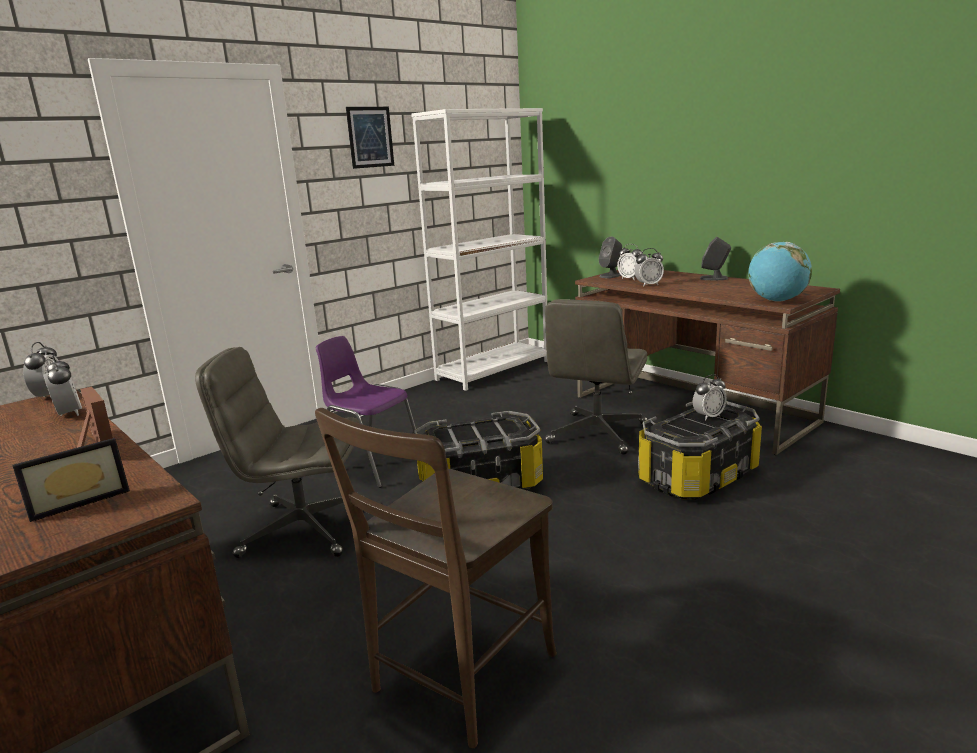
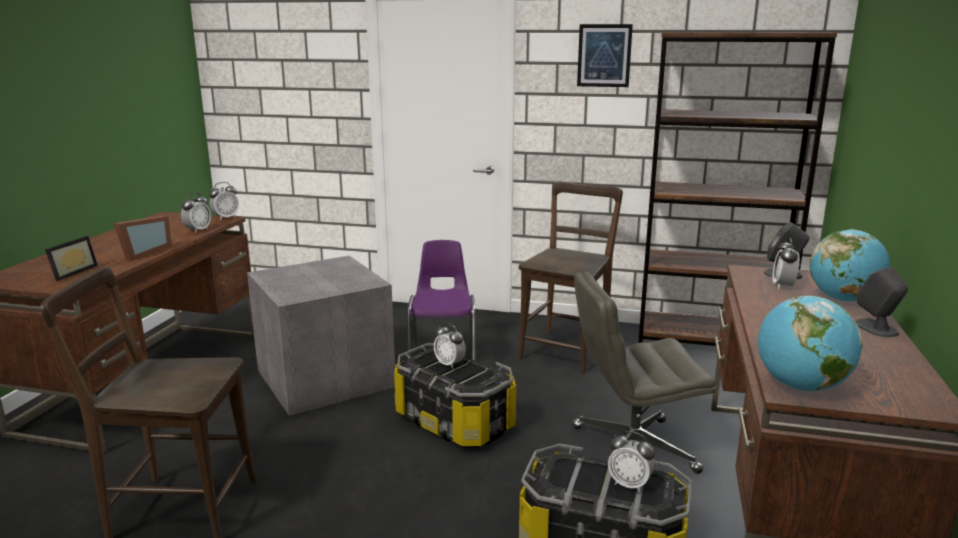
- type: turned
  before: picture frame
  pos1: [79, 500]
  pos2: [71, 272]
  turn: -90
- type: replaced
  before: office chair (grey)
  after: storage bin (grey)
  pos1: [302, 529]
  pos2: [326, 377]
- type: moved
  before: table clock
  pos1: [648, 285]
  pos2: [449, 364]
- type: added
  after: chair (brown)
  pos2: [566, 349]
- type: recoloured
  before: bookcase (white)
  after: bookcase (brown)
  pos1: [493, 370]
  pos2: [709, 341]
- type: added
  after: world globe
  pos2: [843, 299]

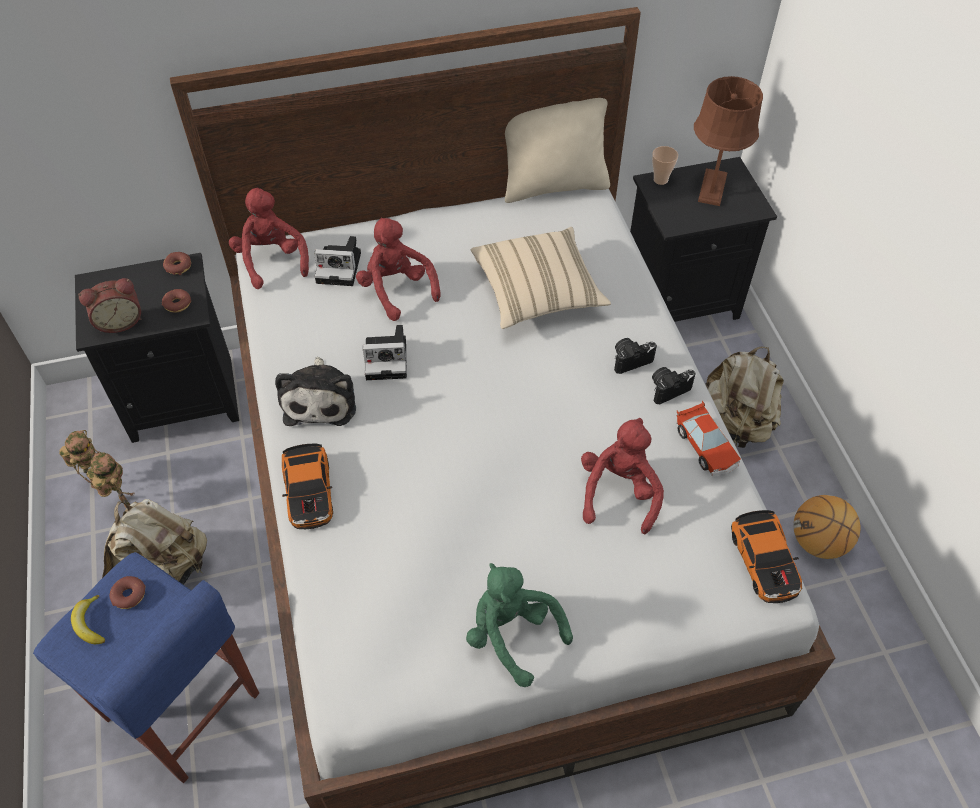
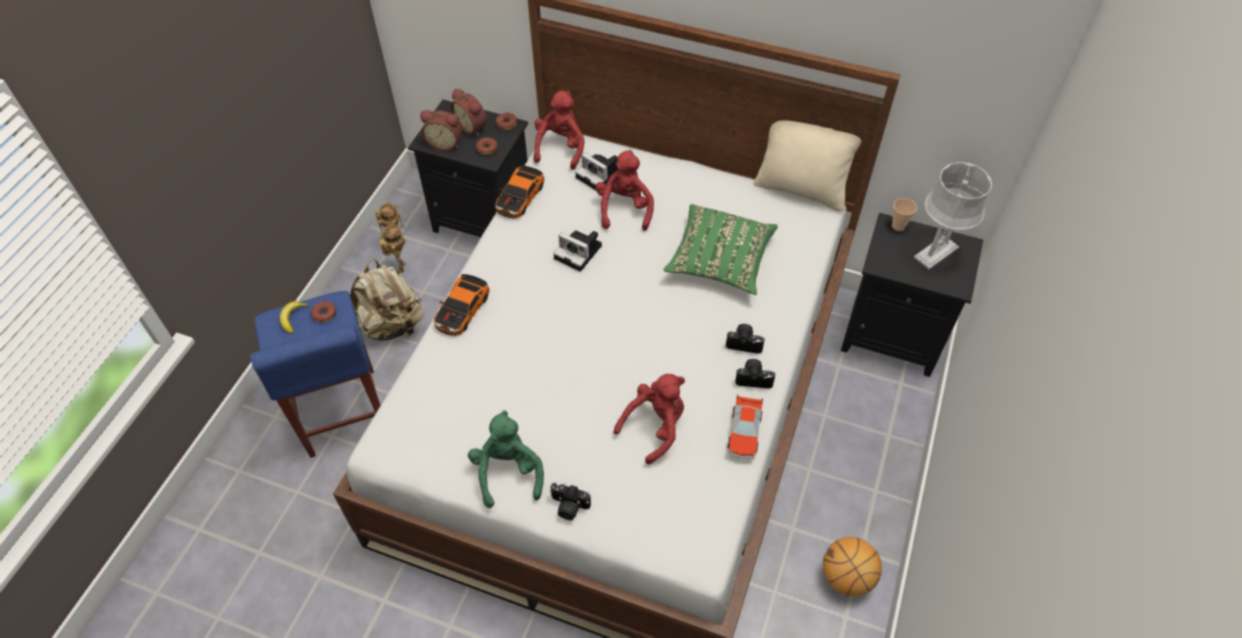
- type: added
  after: table clock
  pos2: [472, 126]
- type: moved
  before: model car
  pos1: [766, 561]
  pos2: [520, 197]
- type: added
  after: photo camera
  pos2: [568, 507]
- type: recoloured
  before: cushion (beige)
  after: cushion (greenish)
  pos1: [537, 292]
  pos2: [720, 260]
- type: recoloured
  before: lamp for a table (brown)
  after: lamp for a table (grey)
  pos1: [712, 188]
  pos2: [936, 253]
- type: removed
  before: soft toy
  pos1: [320, 399]
- type: removed
  before: rucksack (beige)
  pos1: [734, 424]

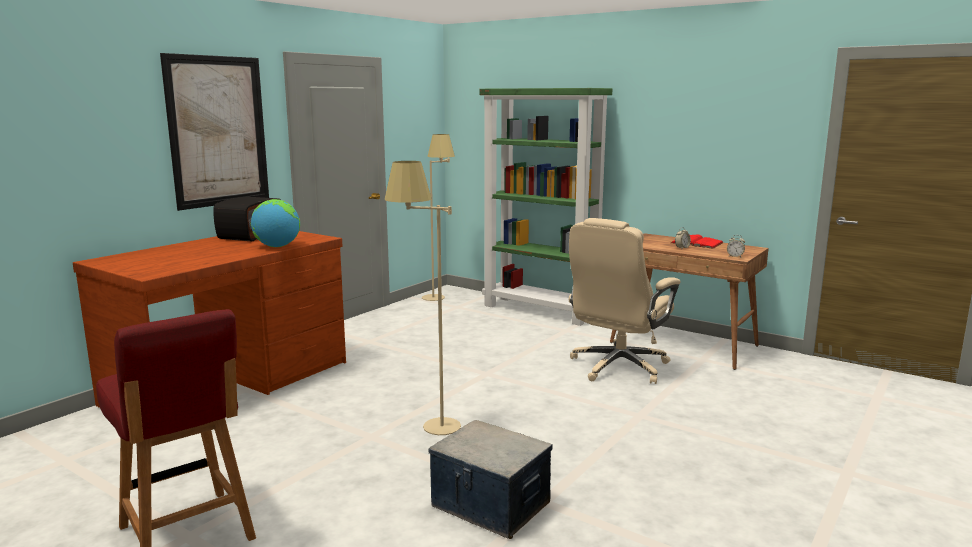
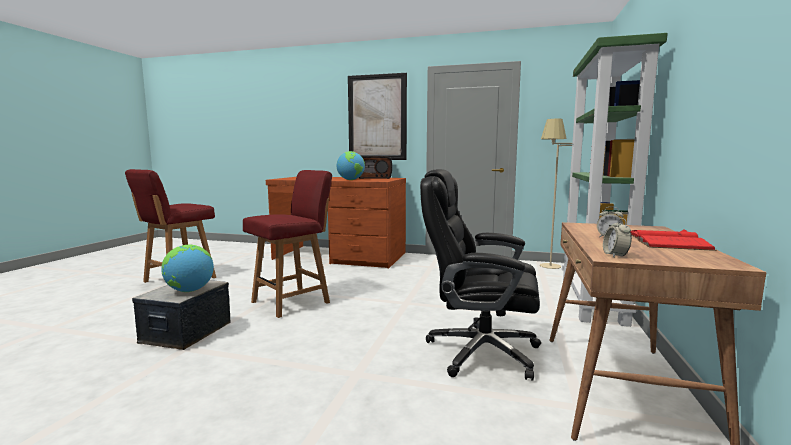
- type: added
  after: world globe
  pos2: [189, 291]
- type: replaced
  before: floor lamp (beige)
  after: chair (red-coloured)
  pos1: [428, 432]
  pos2: [292, 302]
- type: recoloured
  before: office chair (beige)
  after: office chair (black)
  pos1: [618, 367]
  pos2: [479, 352]

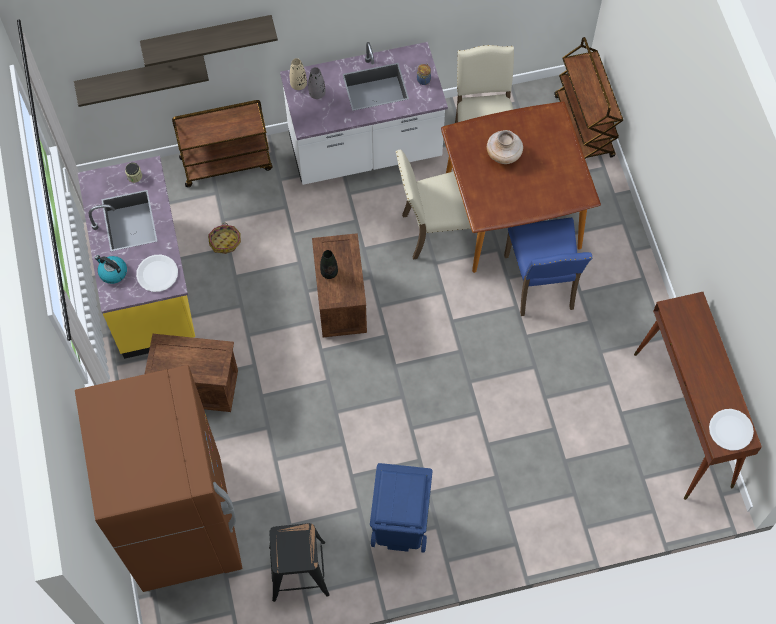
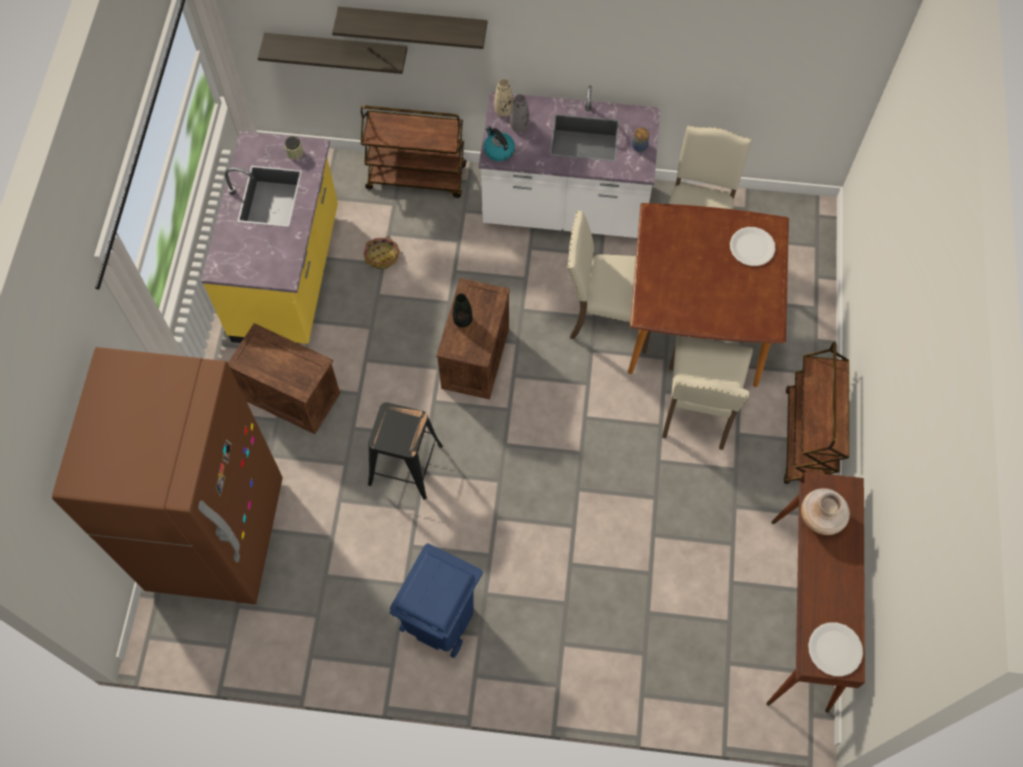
- type: moved
  before: stool seat (black)
  pos1: [298, 571]
  pos2: [404, 464]
- type: moved
  before: water kettle
  pos1: [112, 272]
  pos2: [498, 150]
- type: recoloured
  before: chair (blue-coloured)
  after: chair (beige)
  pos1: [541, 283]
  pos2: [698, 410]
- type: moved
  before: plate (white)
  pos1: [157, 273]
  pos2: [752, 247]
- type: moved
  before: wheeled cart (brown)
  pos1: [584, 127]
  pos2: [807, 439]
- type: moved
  before: decorative vase (beige)
  pos1: [504, 155]
  pos2: [821, 518]

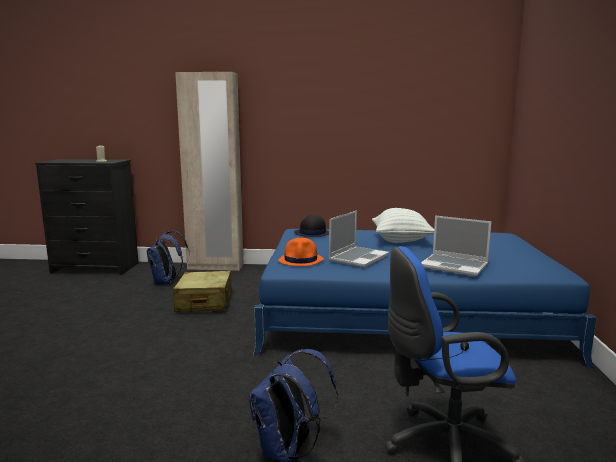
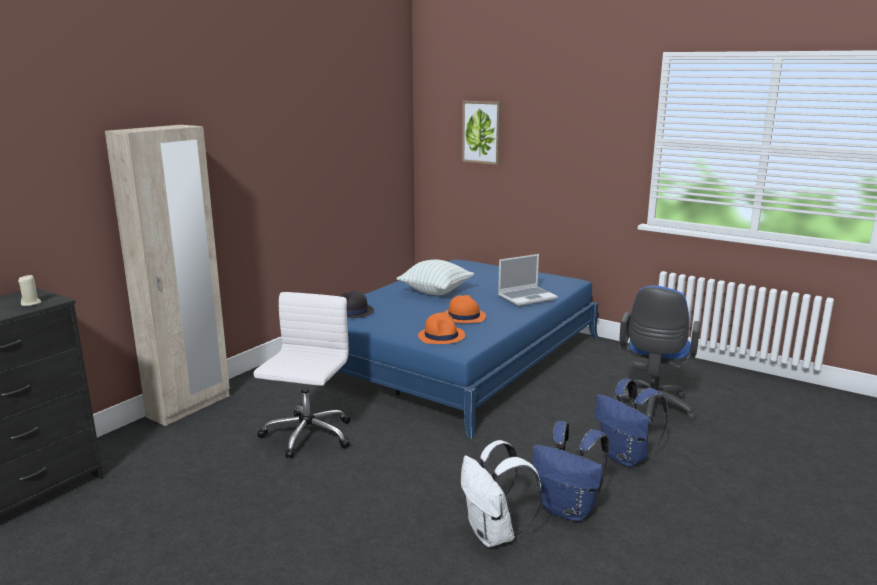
- type: replaced
  before: piece of luggage (beige)
  after: office chair (white)
  pos1: [204, 302]
  pos2: [307, 436]
- type: replaced
  before: laptop
  after: clothing hat (orangey)
  pos1: [358, 258]
  pos2: [463, 316]
- type: added
  after: rucksack (white)
  pos2: [494, 535]
- type: added
  after: picture
  pos2: [481, 132]
- type: moved
  before: rucksack (blue-coloured)
  pos1: [167, 282]
  pos2: [568, 510]

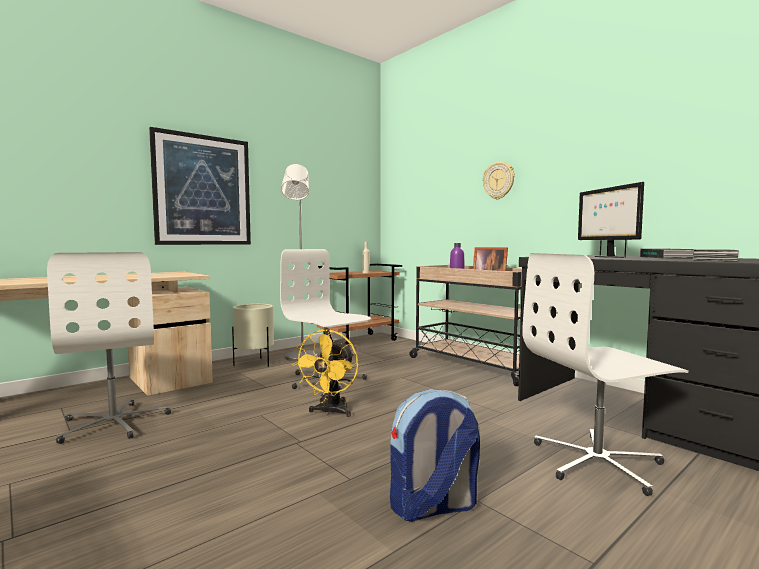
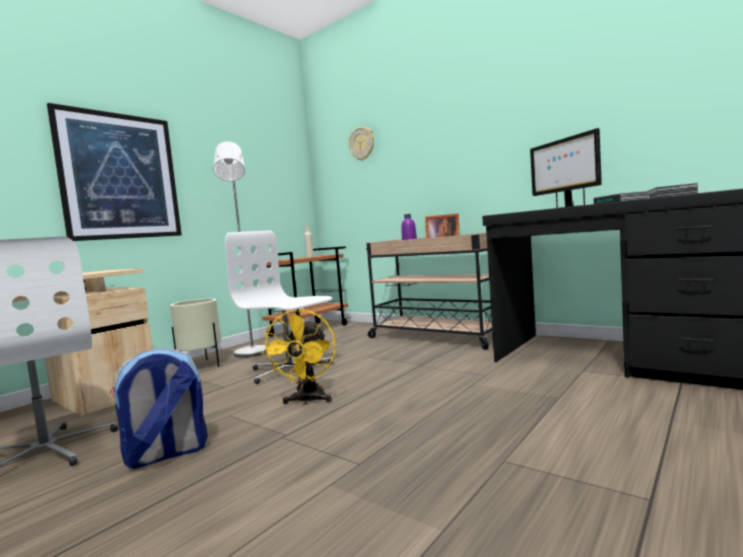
- type: moved
  before: rucksack
  pos1: [433, 507]
  pos2: [166, 454]
- type: moved
  before: clock on the wall
  pos1: [499, 180]
  pos2: [362, 144]
- type: removed
  before: office chair (white)
  pos1: [598, 462]

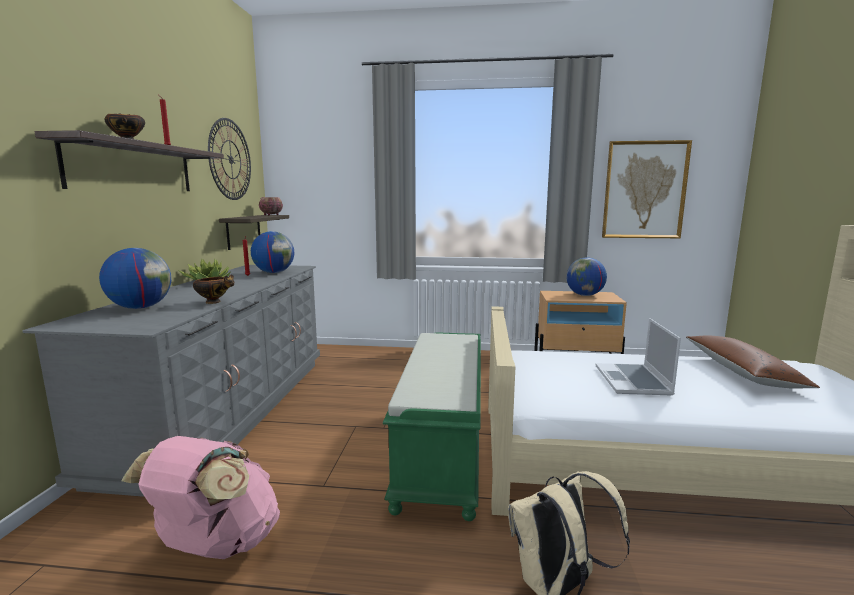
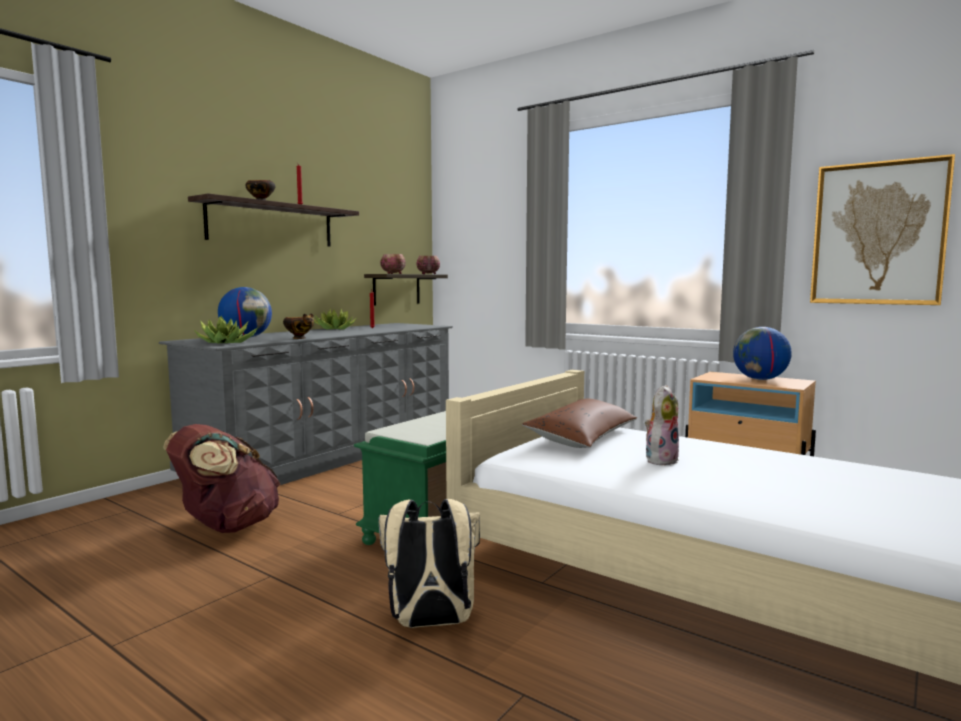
- type: recoloured
  before: rucksack (pink)
  after: rucksack (brown)
  pos1: [216, 545]
  pos2: [226, 527]
- type: added
  after: potted plant
  pos2: [225, 343]
- type: added
  after: deep dish
  pos2: [393, 273]
- type: moved
  before: cushion (brown)
  pos1: [742, 372]
  pos2: [583, 437]
- type: replaced
  before: laptop
  after: soft toy
  pos1: [633, 381]
  pos2: [660, 459]
- type: removed
  before: clock on the wall
  pos1: [230, 159]
- type: removed
  before: world globe
  pos1: [274, 272]

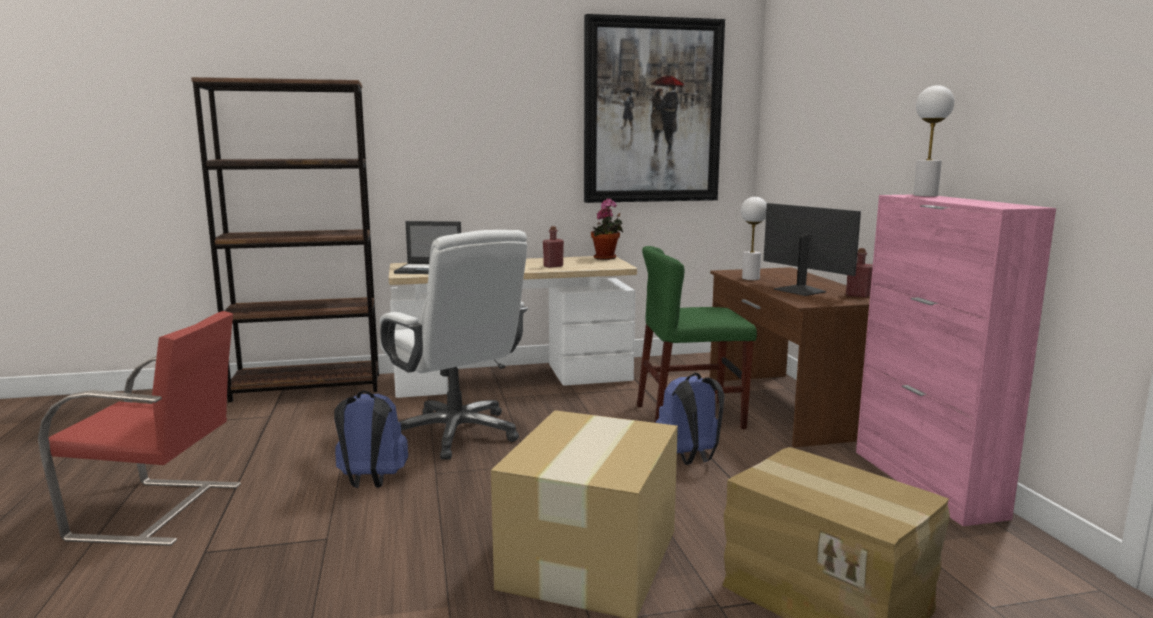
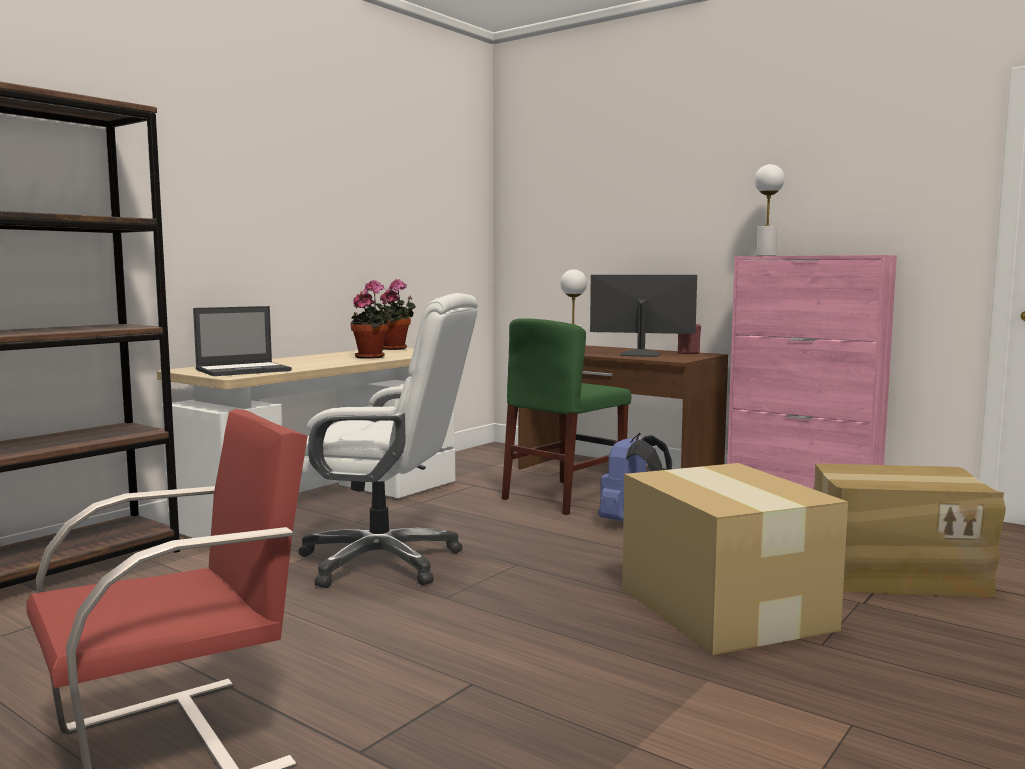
- type: replaced
  before: bottle (red-coloured)
  after: potted plant
  pos1: [553, 266]
  pos2: [372, 357]
- type: removed
  before: rucksack (blue-coloured)
  pos1: [371, 481]
- type: removed
  before: picture
  pos1: [652, 111]

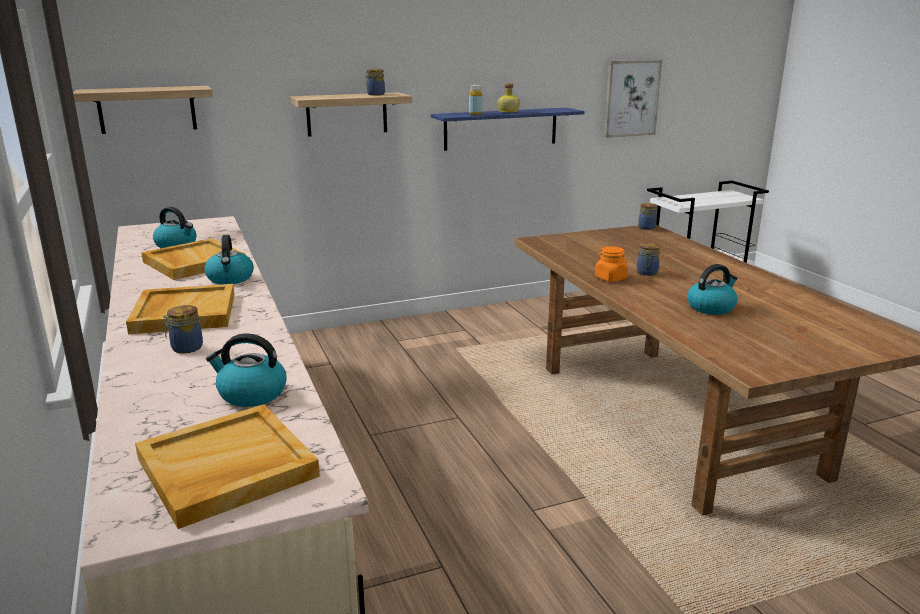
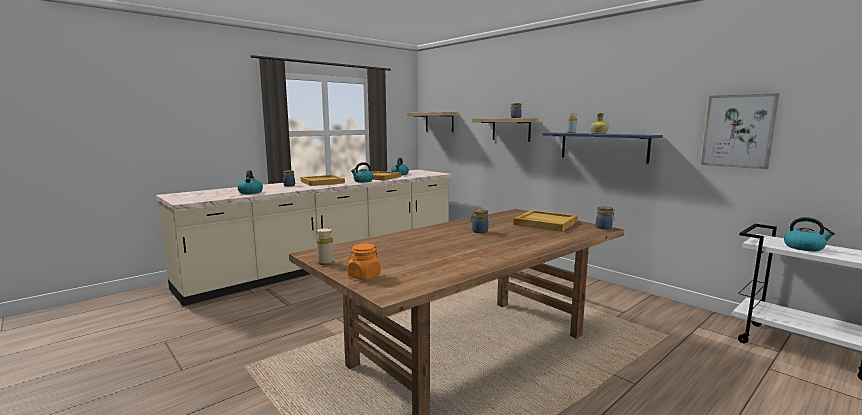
- type: added
  after: bottle (beige)
  pos2: [325, 263]
- type: moved
  before: storage jar (orangey)
  pos1: [610, 278]
  pos2: [364, 276]
- type: moved
  before: serving tray (beige)
  pos1: [226, 468]
  pos2: [545, 223]
- type: moved
  before: water kettle
  pos1: [711, 307]
  pos2: [804, 247]

